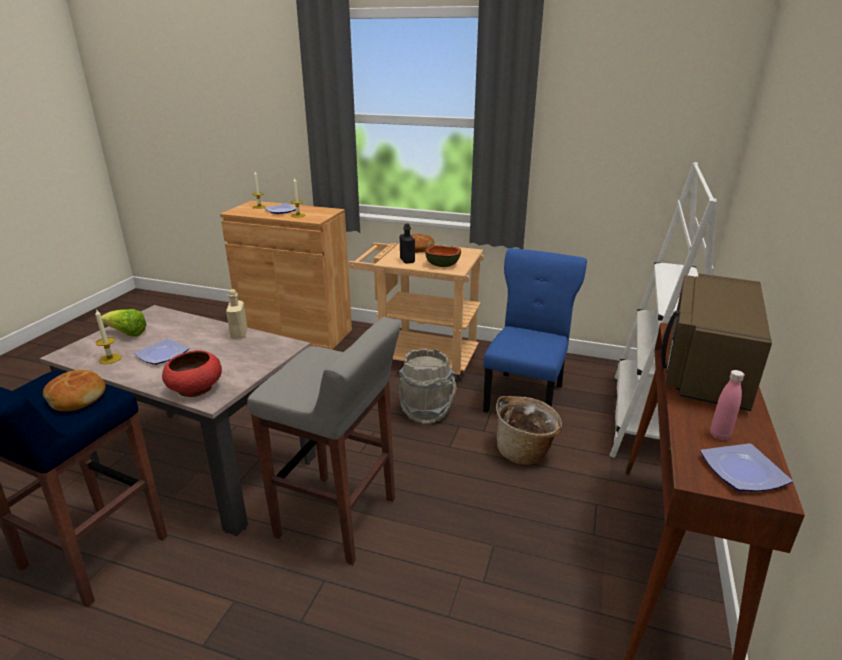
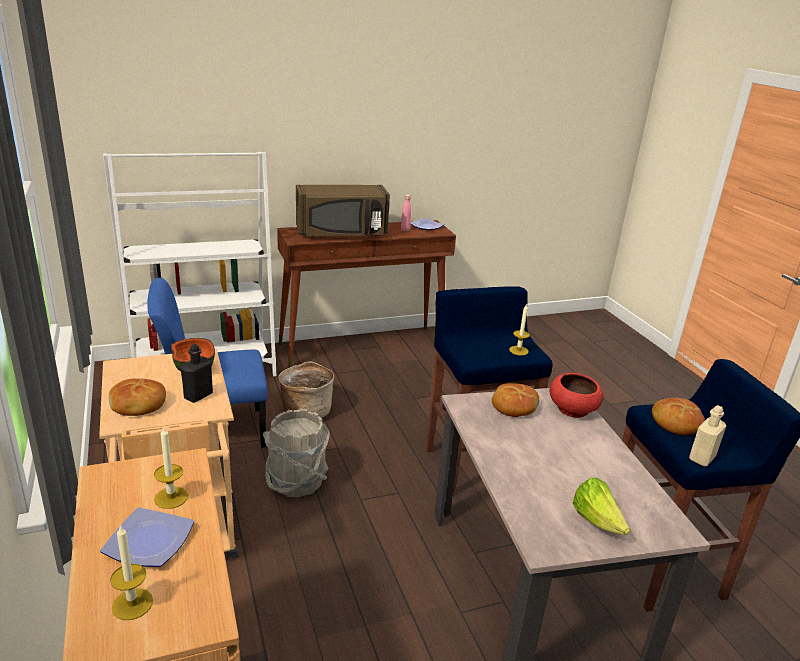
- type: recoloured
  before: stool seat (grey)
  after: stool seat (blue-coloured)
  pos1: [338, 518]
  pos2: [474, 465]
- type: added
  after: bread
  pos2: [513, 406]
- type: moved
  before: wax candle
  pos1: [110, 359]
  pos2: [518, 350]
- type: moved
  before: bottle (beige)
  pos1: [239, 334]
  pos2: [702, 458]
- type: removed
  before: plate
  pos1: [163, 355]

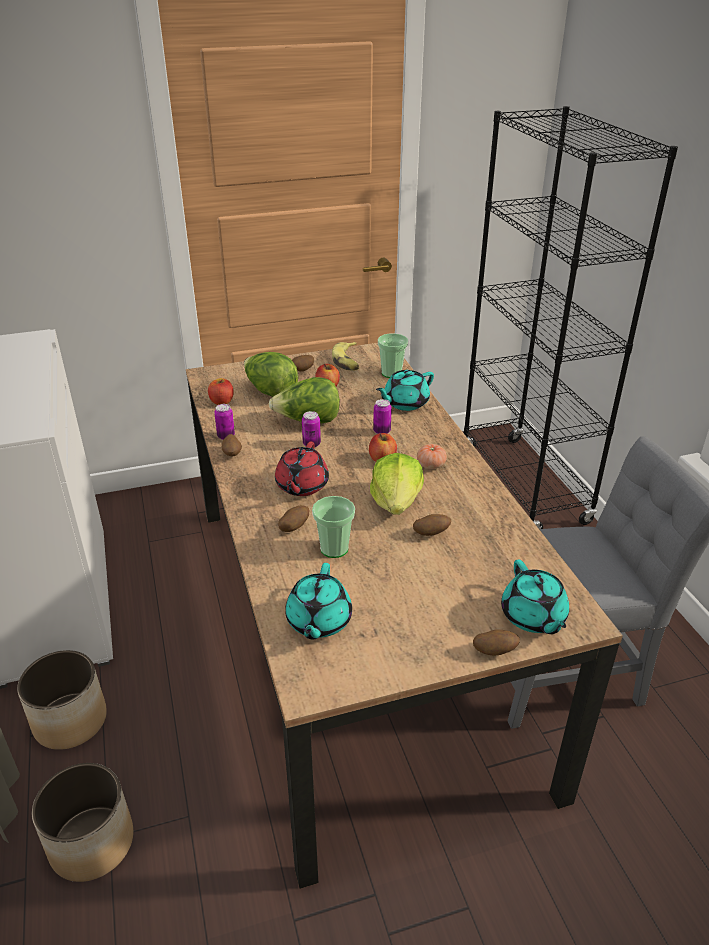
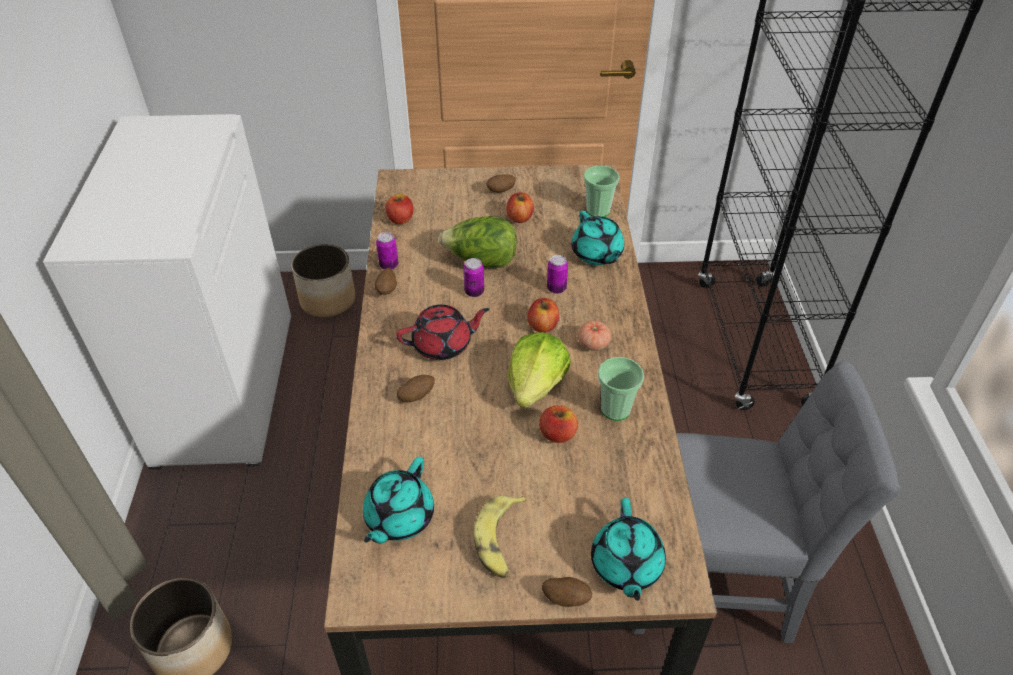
- type: moved
  before: flower pot
  pos1: [71, 721]
  pos2: [328, 300]
- type: turned
  before: pot for tea (red-coloured)
  pos1: [301, 486]
  pos2: [443, 345]
  turn: -135
- type: moved
  before: banana fruit
  pos1: [348, 361]
  pos2: [500, 541]
- type: replaced
  before: spud
  after: whole apple
  pos1: [431, 533]
  pos2: [557, 434]
- type: turned
  before: pot for tea (blue-green)
  pos1: [405, 403]
  pos2: [597, 254]
  turn: -90
- type: moved
  before: cup
  pos1: [334, 548]
  pos2: [615, 409]
- type: removed
  before: lettuce
  pos1: [270, 392]

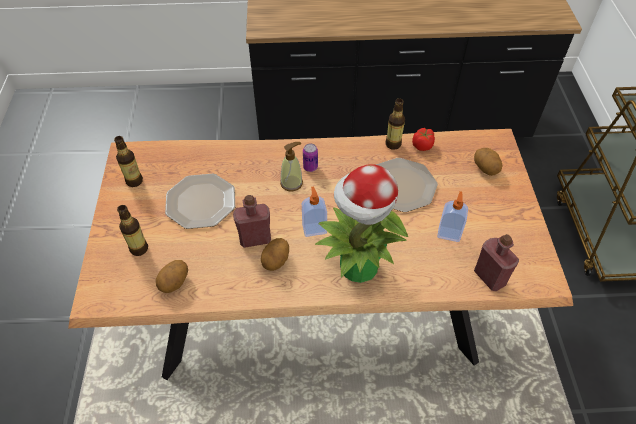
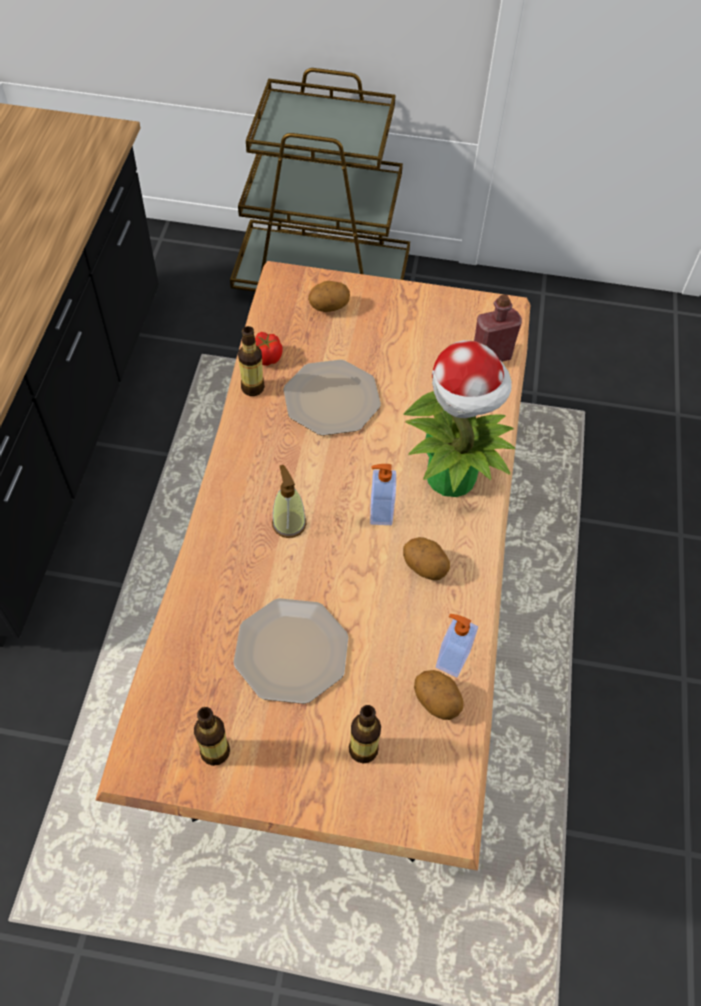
- type: moved
  before: soap dispenser
  pos1: [449, 233]
  pos2: [451, 658]
- type: removed
  before: bottle (red-coloured)
  pos1: [255, 239]
- type: removed
  before: can
  pos1: [310, 167]

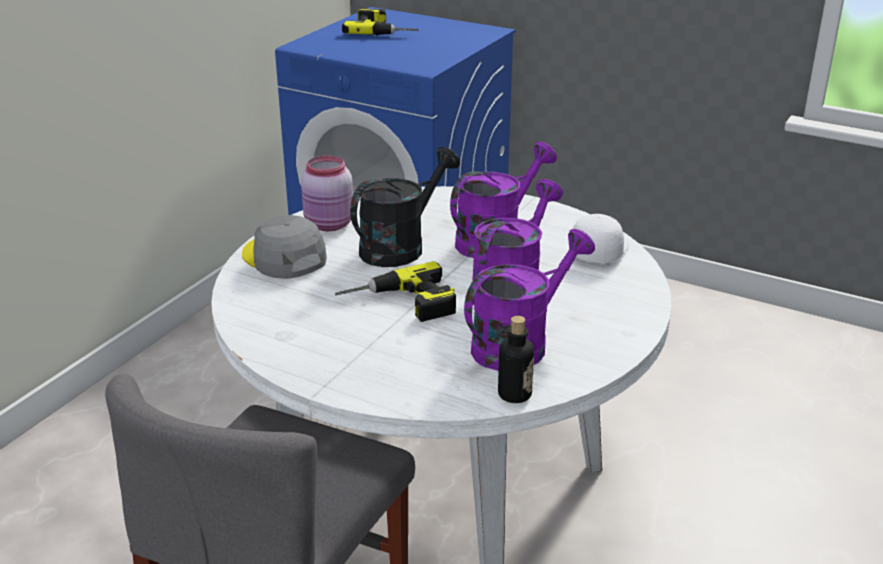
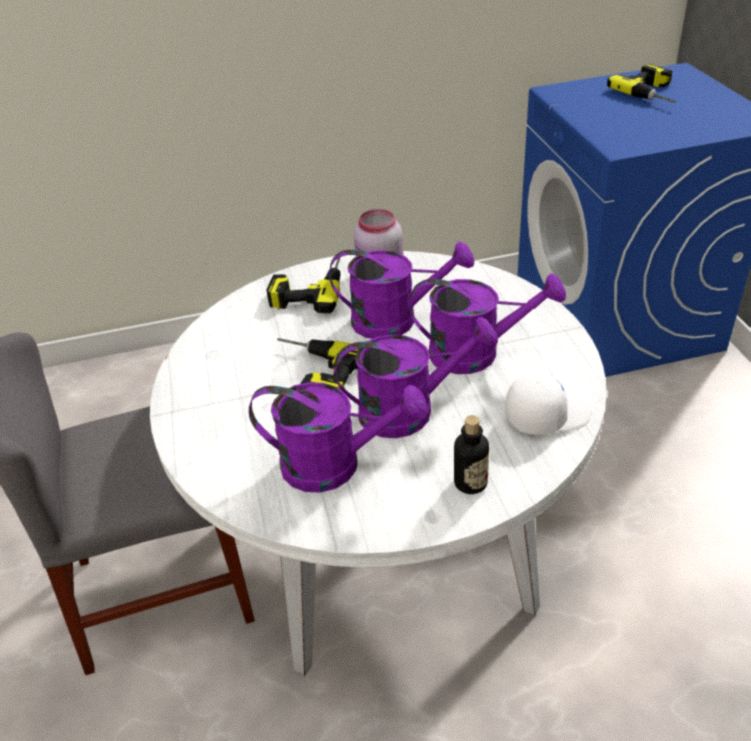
- type: replaced
  before: baseball cap (grey)
  after: electric drill
  pos1: [283, 257]
  pos2: [309, 287]
- type: recoloured
  before: watering can (black)
  after: watering can (purple-coloured)
  pos1: [400, 246]
  pos2: [396, 320]
- type: moved
  before: bottle
  pos1: [514, 394]
  pos2: [470, 483]

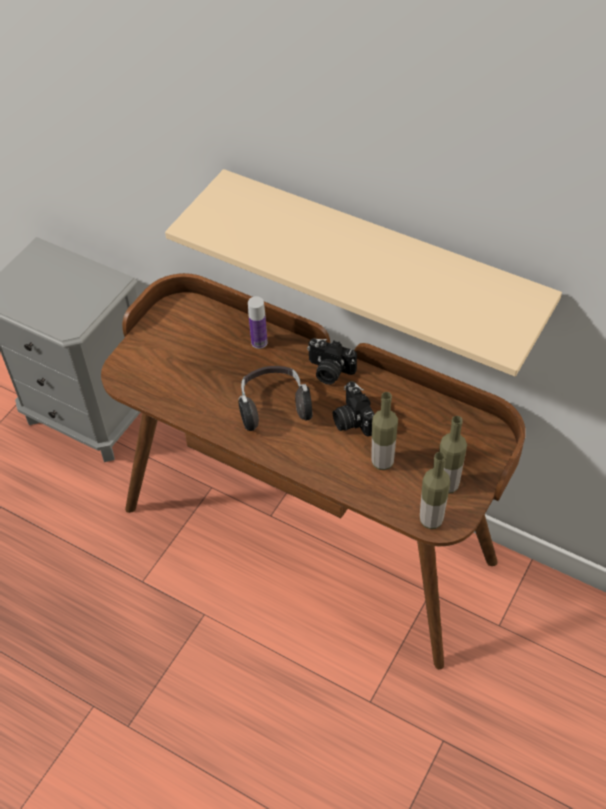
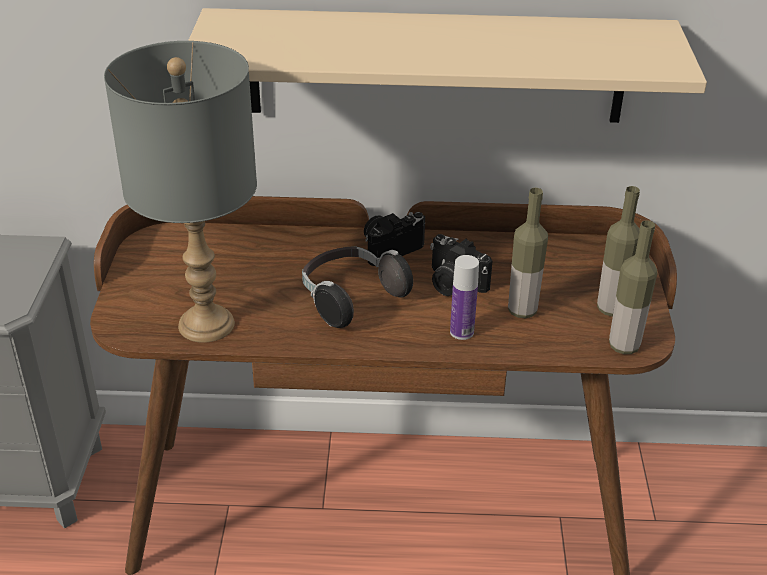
- type: added
  after: lamp for a table (grey)
  pos2: [205, 324]
- type: turned
  before: photo camera
  pos1: [329, 371]
  pos2: [389, 248]
  turn: 150
- type: moved
  before: bottle
  pos1: [259, 342]
  pos2: [461, 332]

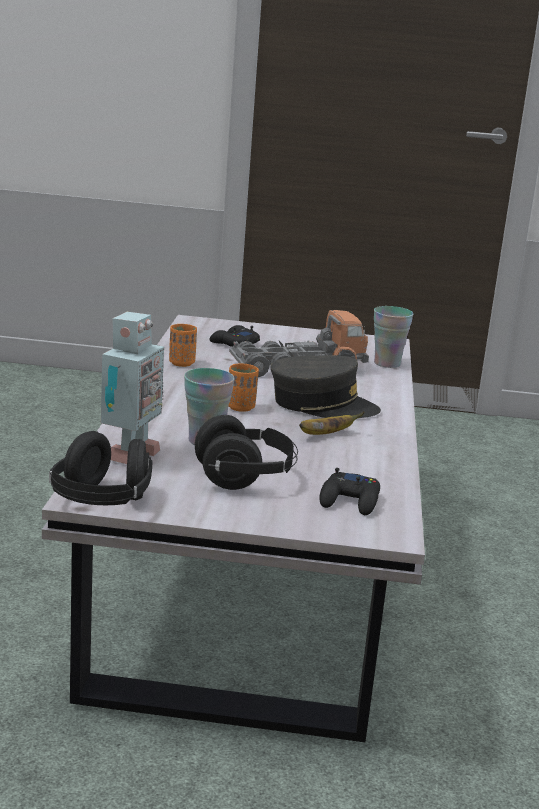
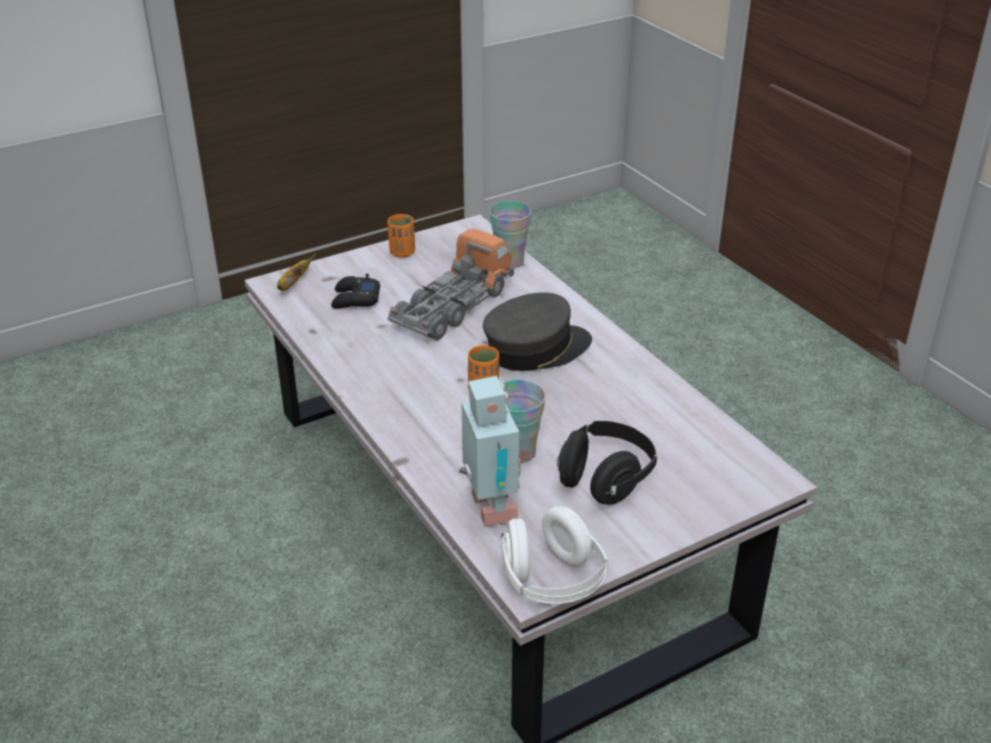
- type: moved
  before: banana fruit
  pos1: [326, 434]
  pos2: [293, 284]
- type: moved
  before: cup (orangey)
  pos1: [181, 363]
  pos2: [402, 253]
- type: recoloured
  before: pair of headphones (black)
  after: pair of headphones (white)
  pos1: [102, 502]
  pos2: [551, 581]
- type: removed
  before: joypad (black)
  pos1: [350, 501]

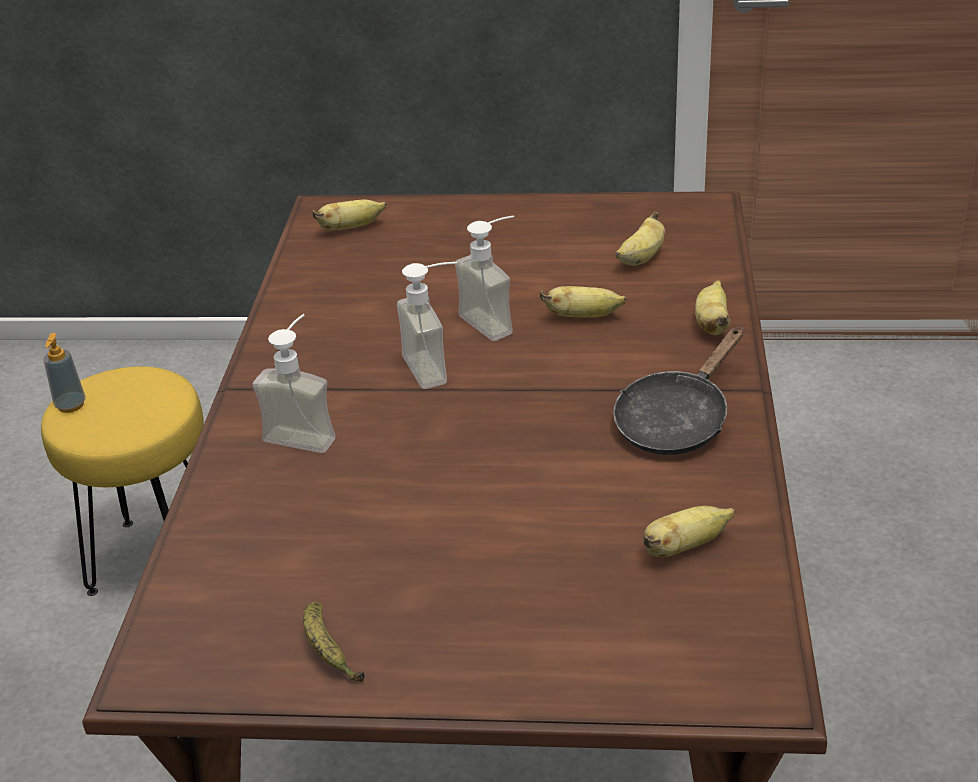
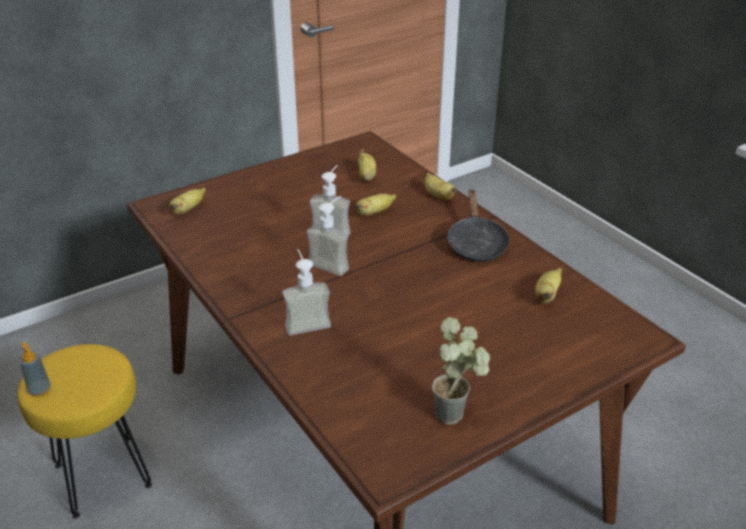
- type: replaced
  before: banana fruit
  after: potted plant
  pos1: [329, 651]
  pos2: [457, 415]

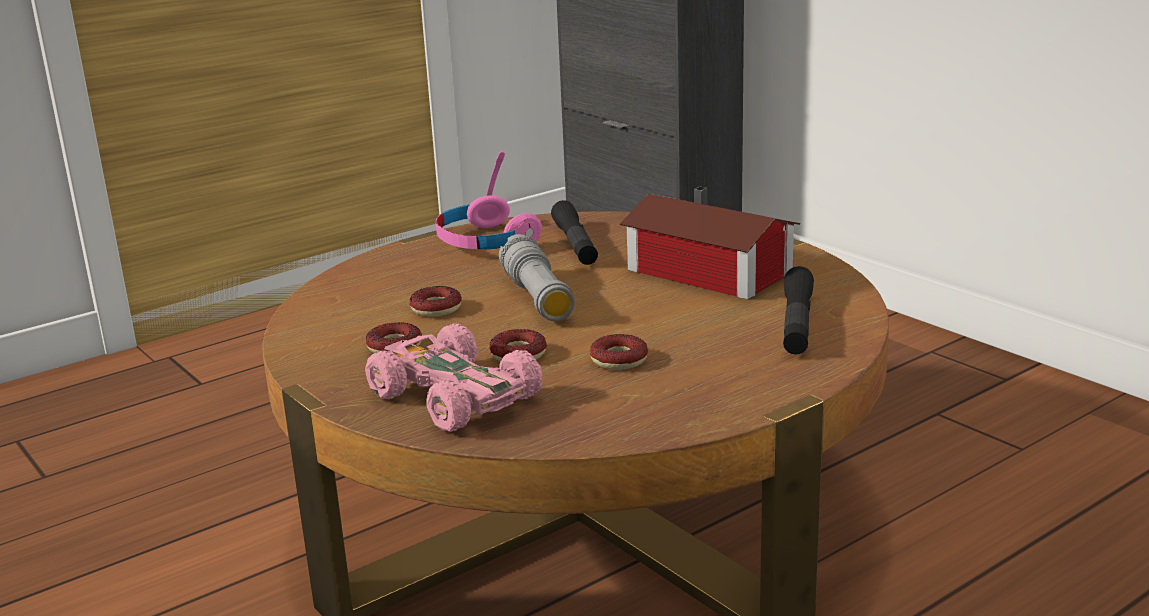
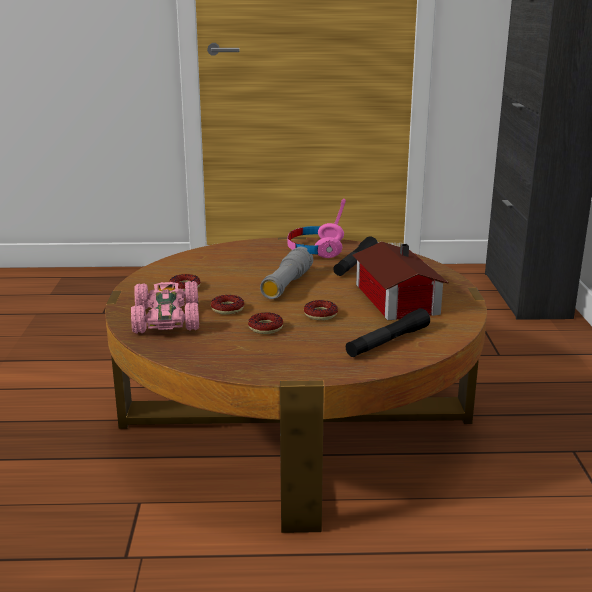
- type: moved
  before: doughnut
  pos1: [436, 308]
  pos2: [320, 315]

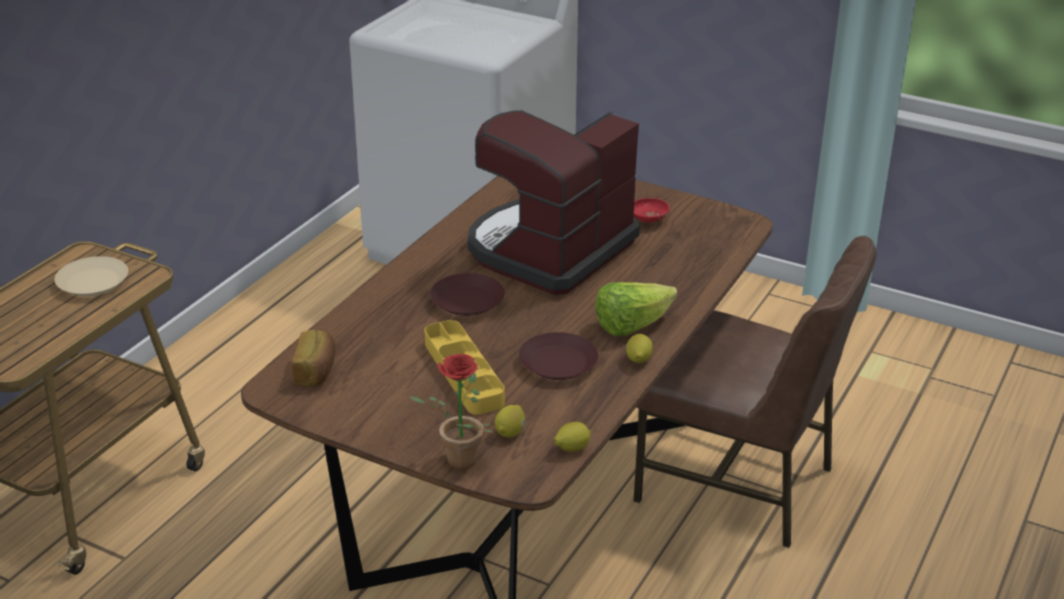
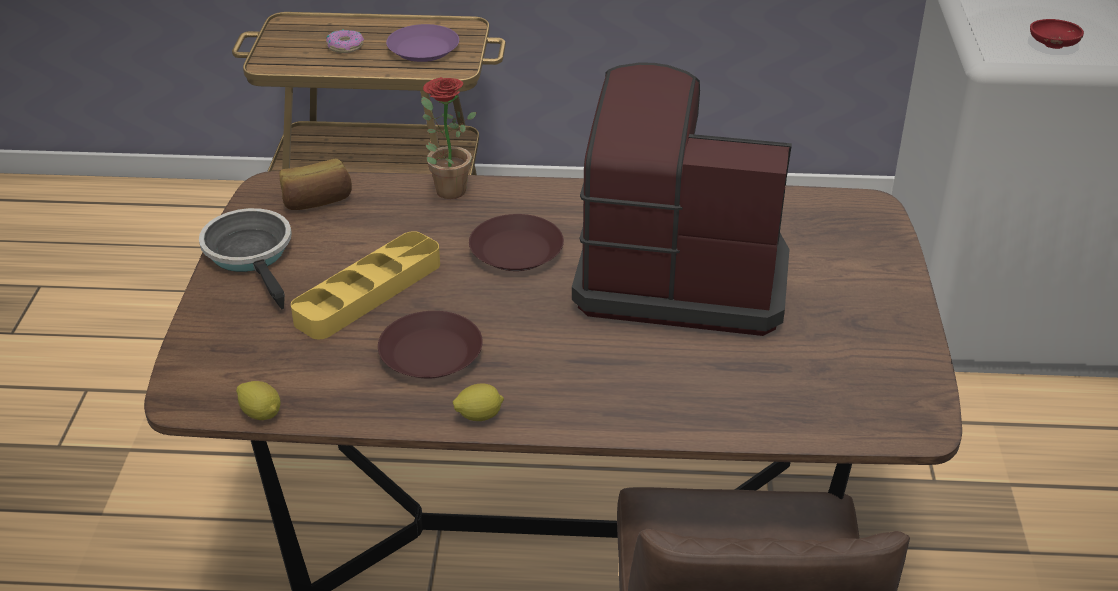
- type: added
  after: pan
  pos2: [251, 255]
- type: added
  after: doughnut
  pos2: [345, 46]
- type: recoloured
  before: plate (beige)
  after: plate (purple-coloured)
  pos1: [93, 283]
  pos2: [422, 49]
- type: moved
  before: potted plant
  pos1: [455, 461]
  pos2: [445, 188]
- type: moved
  before: deep dish (red-coloured)
  pos1: [648, 220]
  pos2: [1052, 45]
- type: removed
  before: citrus fruit
  pos1: [510, 432]
- type: removed
  before: lettuce
  pos1: [631, 326]

